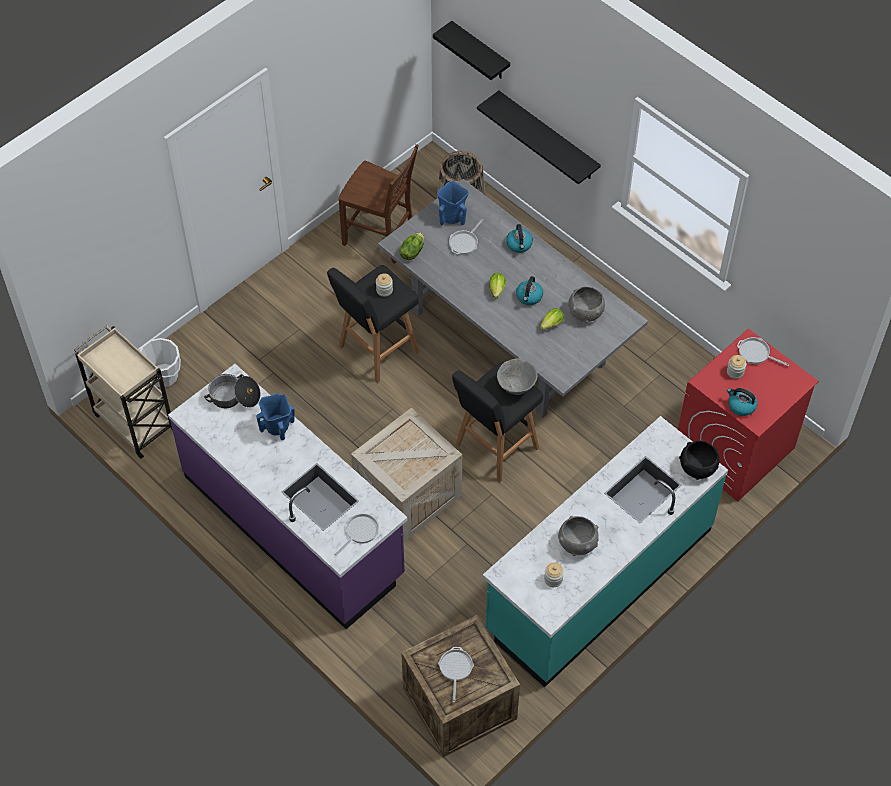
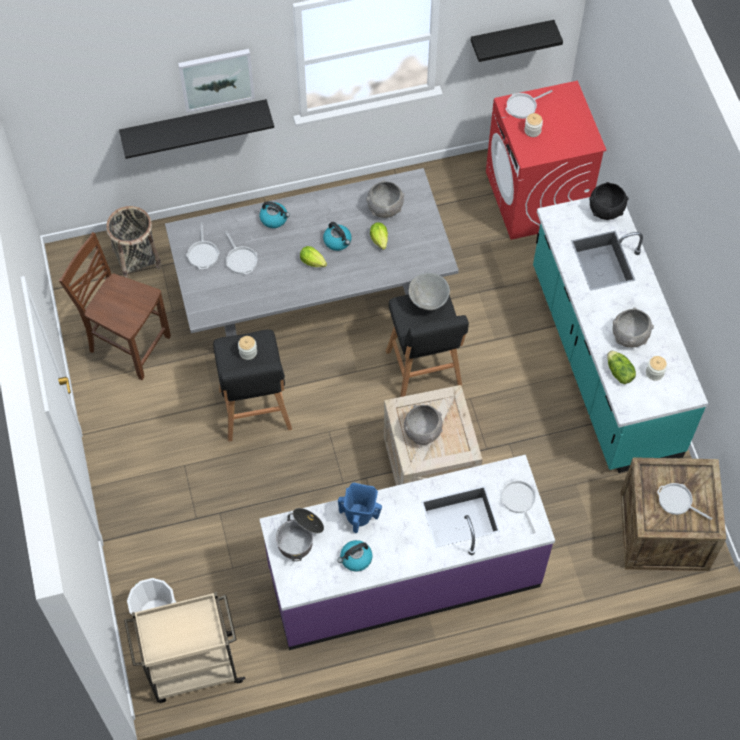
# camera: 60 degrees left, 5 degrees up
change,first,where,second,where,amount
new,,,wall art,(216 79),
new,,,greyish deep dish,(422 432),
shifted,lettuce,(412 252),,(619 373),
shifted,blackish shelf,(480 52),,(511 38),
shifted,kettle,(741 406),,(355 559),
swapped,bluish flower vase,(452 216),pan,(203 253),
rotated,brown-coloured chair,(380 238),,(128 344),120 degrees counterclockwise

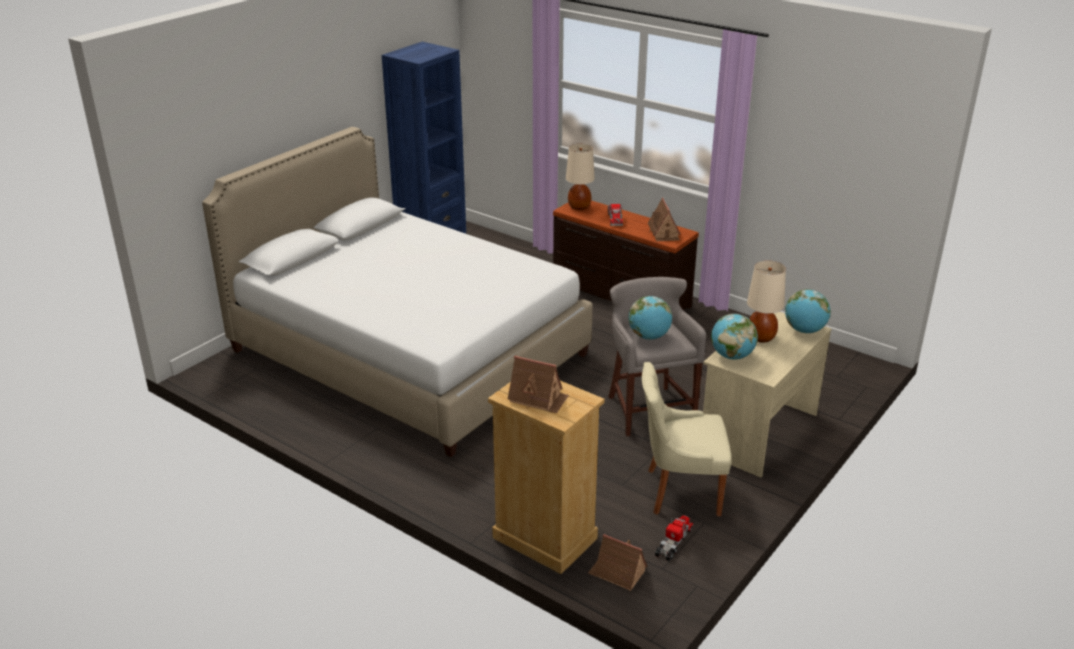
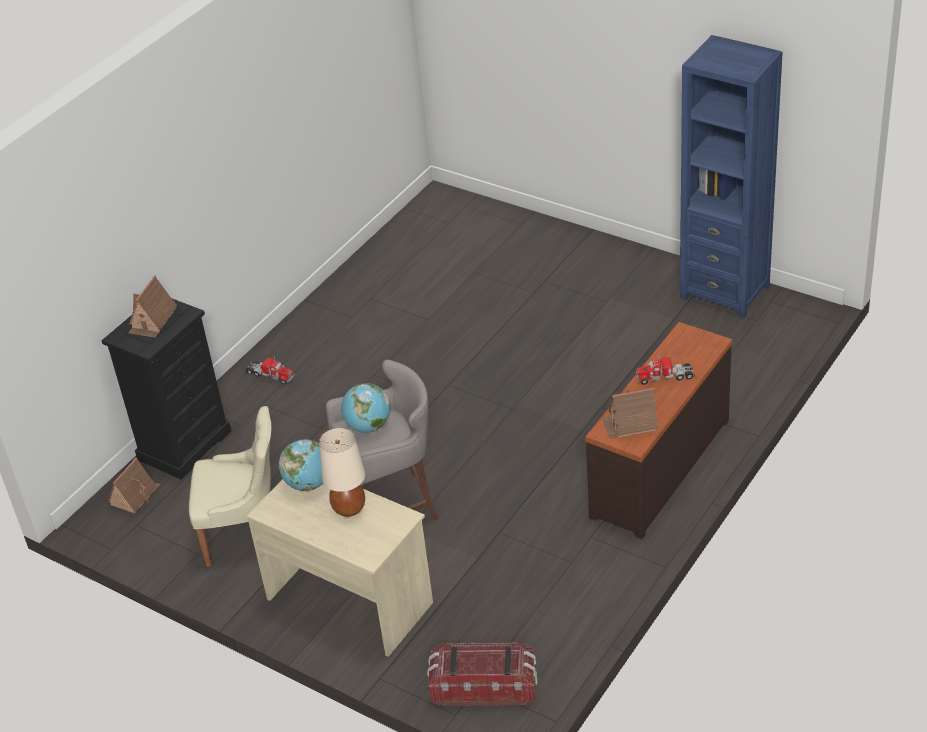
# camera: 90 degrees right, 10 degrees up
change,first,where,second,where,amount
gone,white-coloured bed,(408 352),,,
gone,beige lamp for a table,(579 207),,,
gone,globe,(804 330),,,
new,,,storage box,(484 687),
shifted,toy truck,(674 542),,(270 375),
repainted,beige drawer chest,(544 538),blackish drawer chest,(184 445),
rotated,beige chair,(679 491),,(246 534),90 degrees clockwise

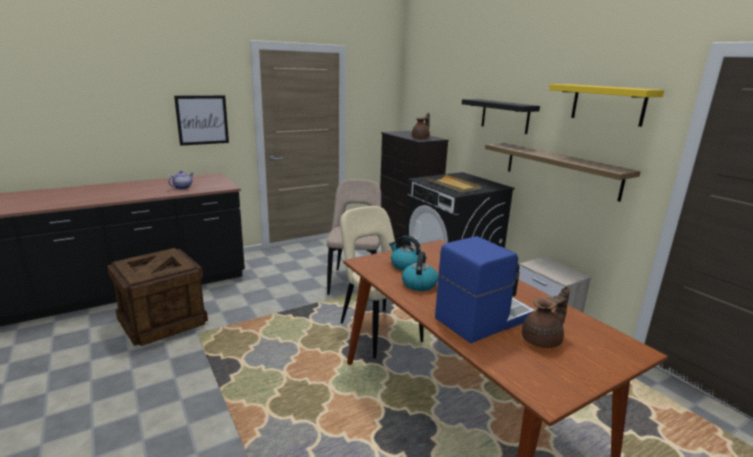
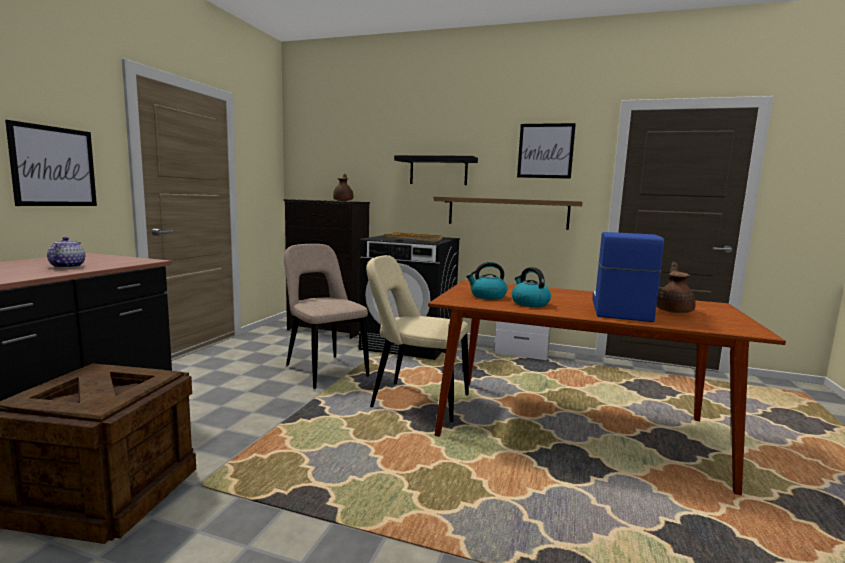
# camera: 40 degrees left, 10 degrees down
change,first,where,second,where,amount
swapped,yellow-coloured shelf,(607 104),wall art,(545 151),

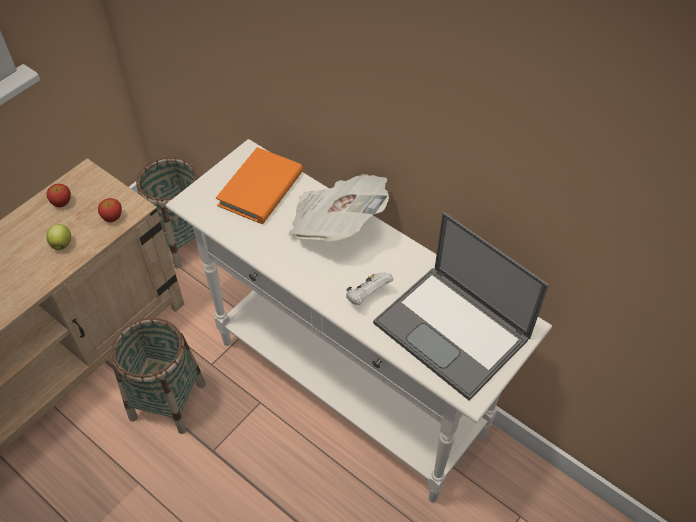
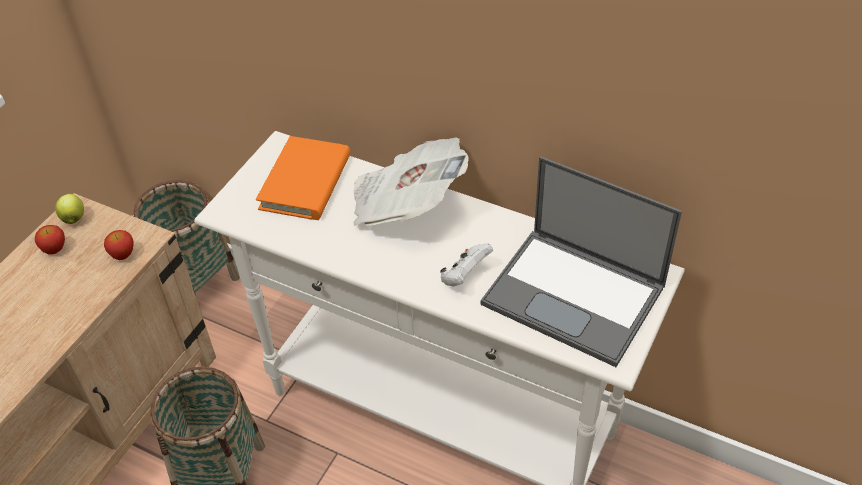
# camera: 10 degrees left, 5 degrees down
change,first,where,second,where,amount
shifted,whole apple,(62 244),,(73 218),

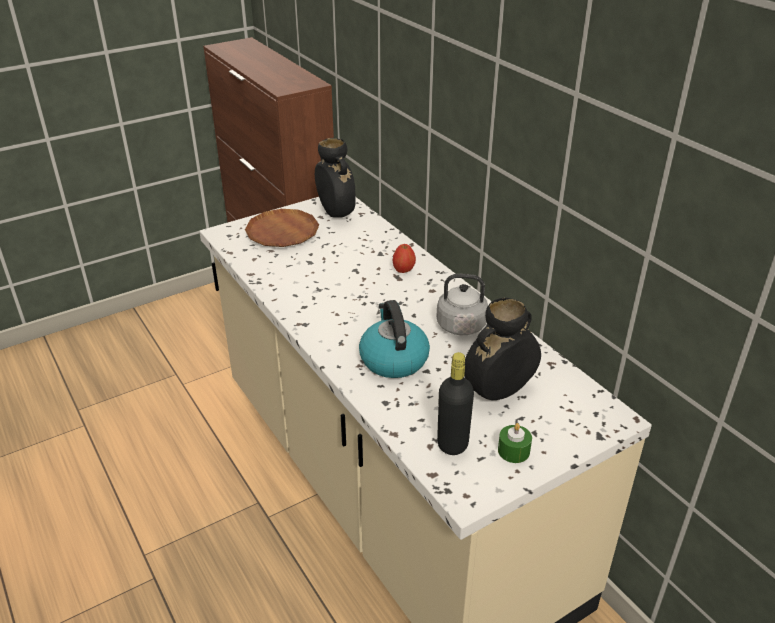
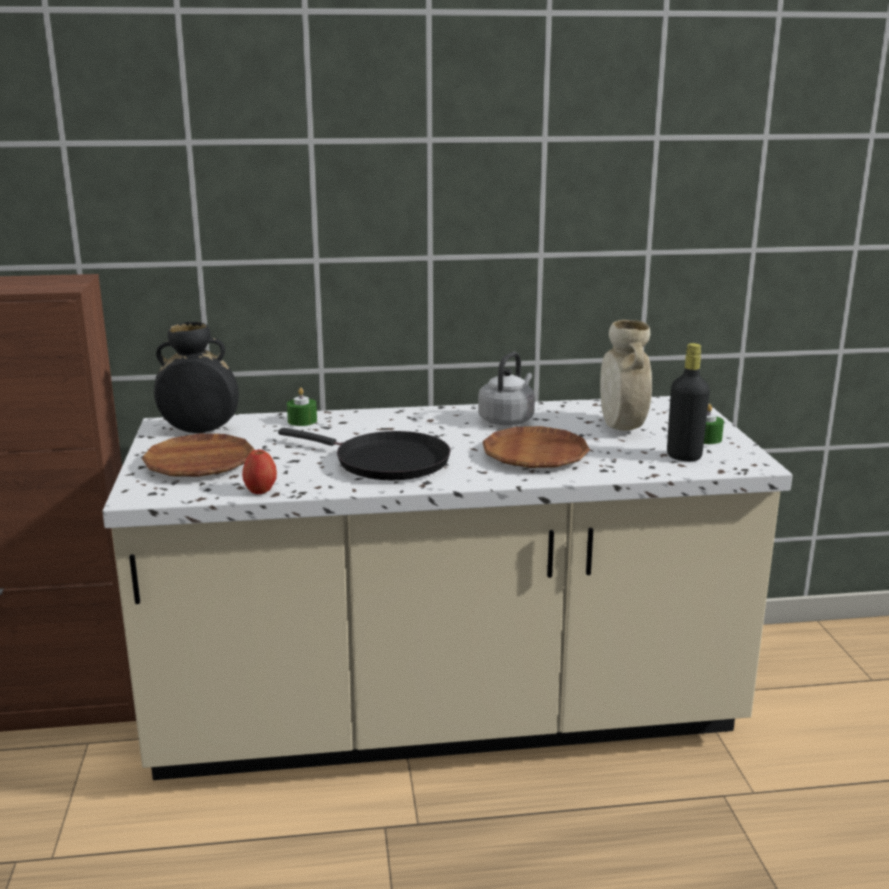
# camera: 65 degrees left, 15 degrees down
change,first,where,second,where,amount
new,,,blackish pan,(385 462),
new,,,green-coloured wax light,(302 421),
shifted,whole apple,(403 270),,(261 491),
swapped,kettle,(393 359),brown-coloured dinner plate,(535 455),
repainted,blackish flower vase,(499 391),beige flower vase,(621 427),

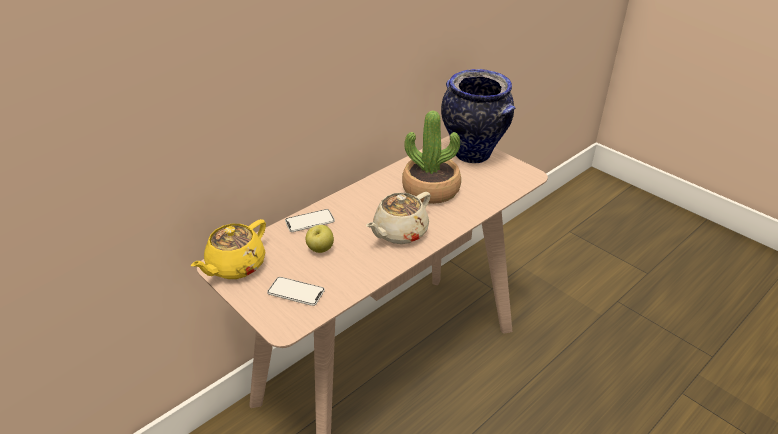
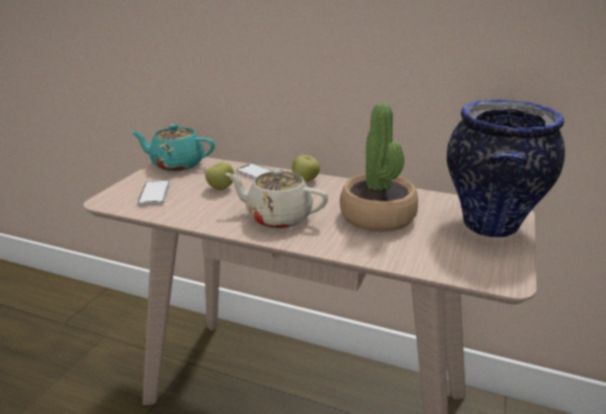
# camera: 65 degrees right, 10 degrees down
change,first,where,second,where,amount
new,,,whole apple,(306 180),
repainted,yellow-coloured pot for tea,(235 266),turquoise-coloured pot for tea,(177 164),

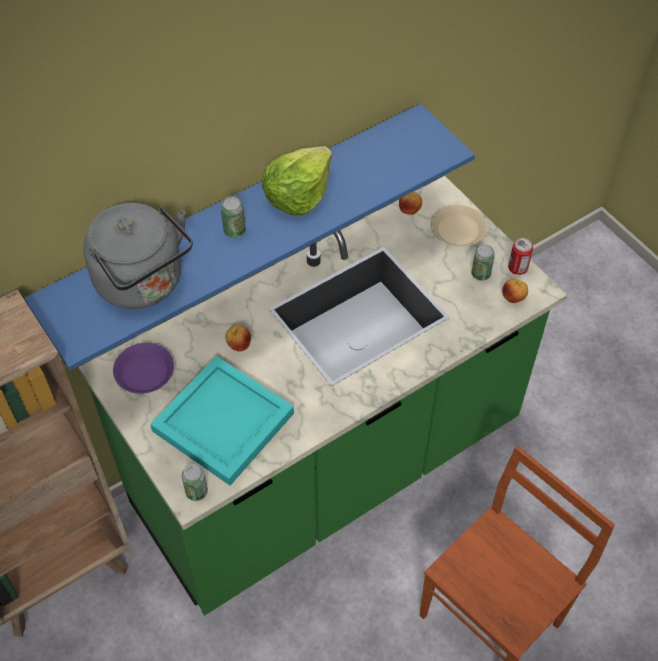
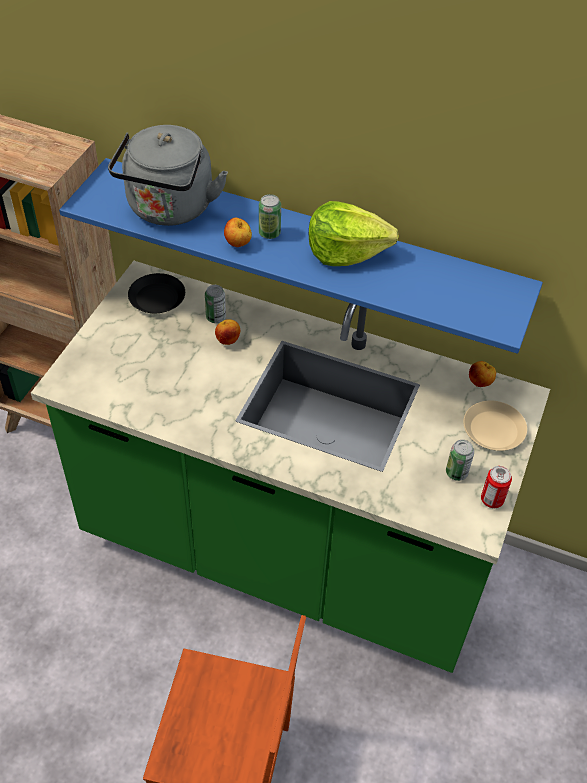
# camera: 55 degrees right, 5 degrees down
change,first,where,second,where,amount
gone,turquoise-coloured tray,(223 424),,,
shifted,metal can,(196 492),,(216 317),
shifted,whole apple,(513 298),,(238 244),
repainted,purplish dinner plate,(144 372),blackish dinner plate,(157 298),

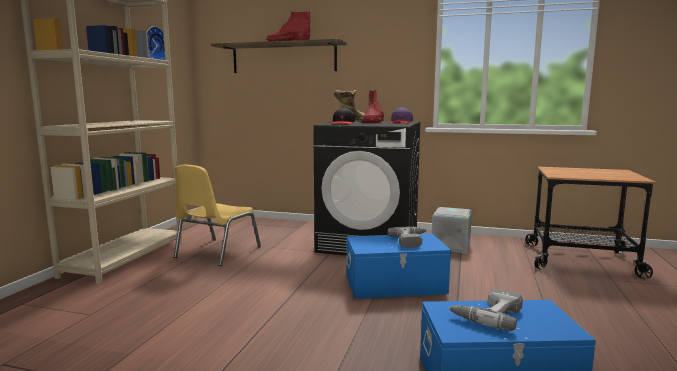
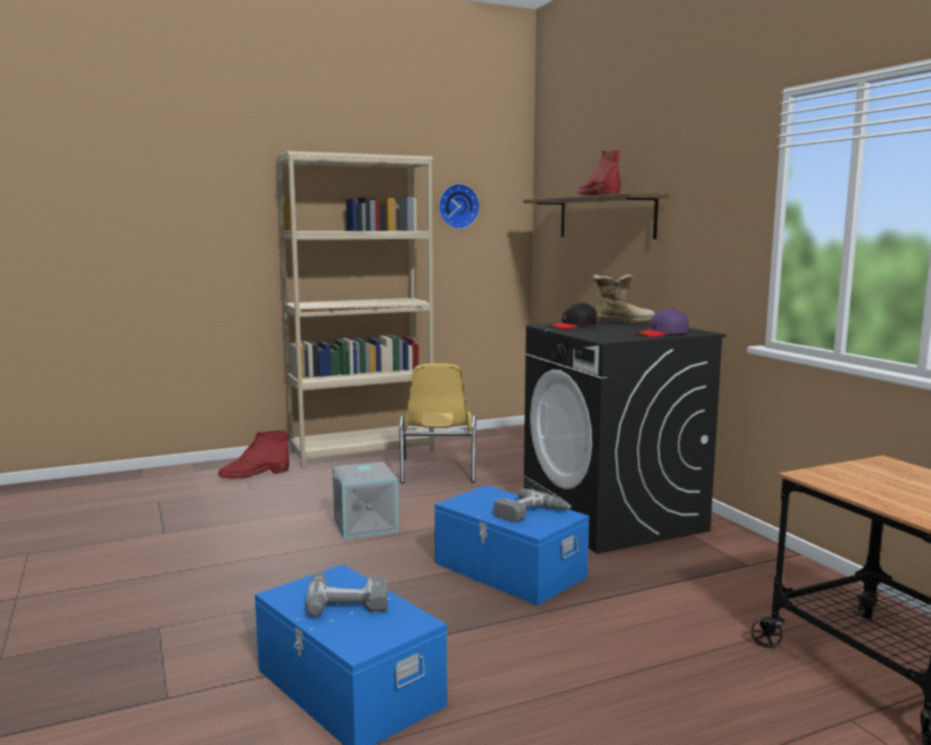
# camera: 50 degrees right, 0 degrees up
change,first,where,second,where,amount
shifted,reddish tall boot,(373 122),,(253 474),
shifted,greyish storage box,(450 245),,(365 524),
rotated,yellow-coloured chair,(216 252),,(437 471),75 degrees counterclockwise

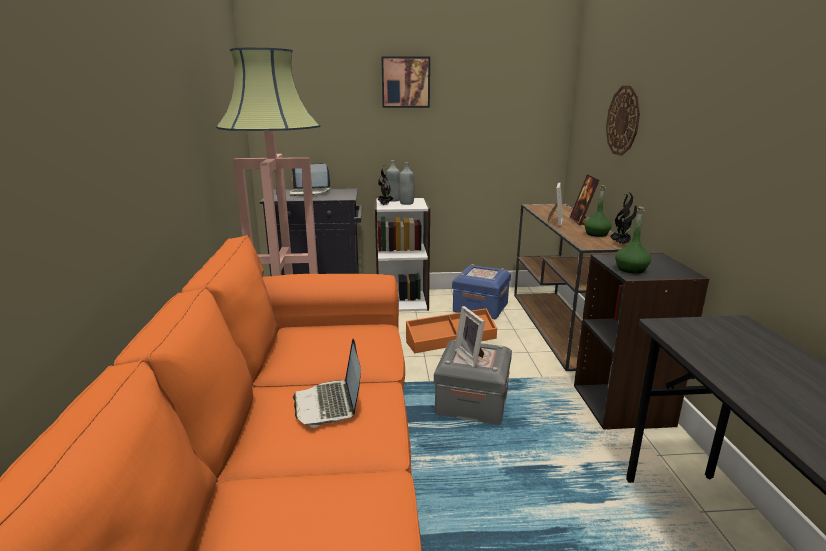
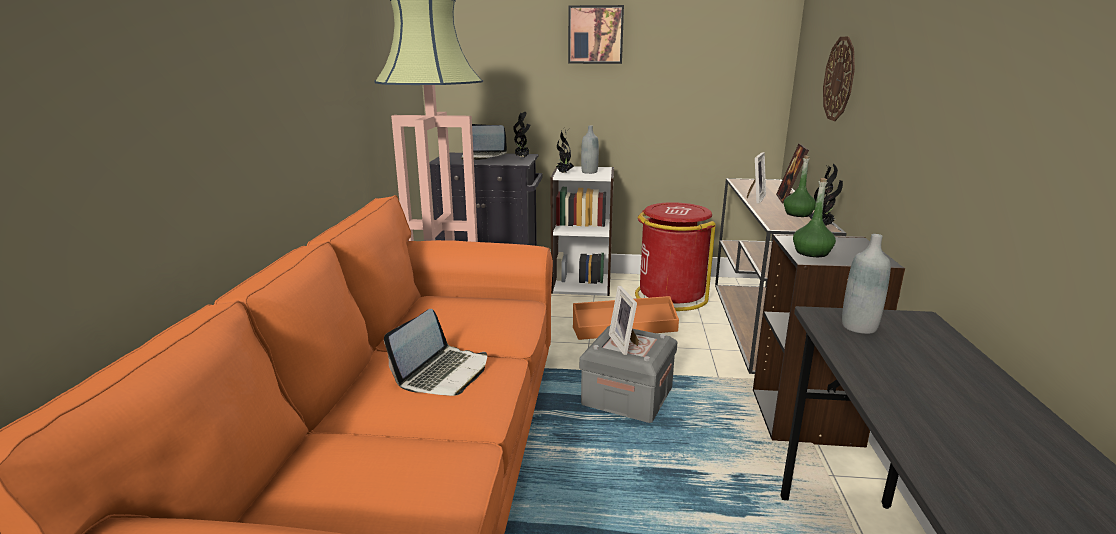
# camera: 10 degrees right, 0 degrees up
change,first,where,second,where,amount
new,,,houseplant,(522 157),
shifted,greyish drink bottle,(393 200),,(859 327),
swapped,bluish storage box,(480 307),reddish trash can,(670 296),
rotated,portable computer,(329 404),,(443 373),150 degrees counterclockwise

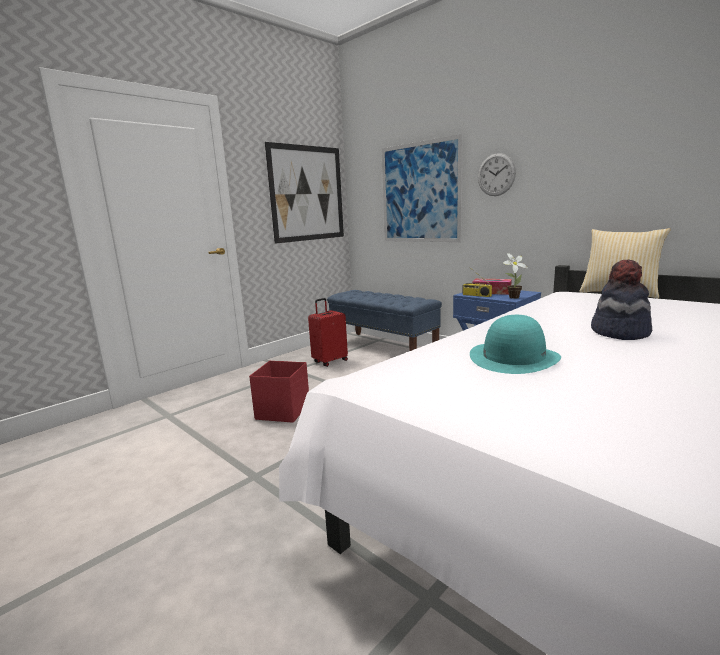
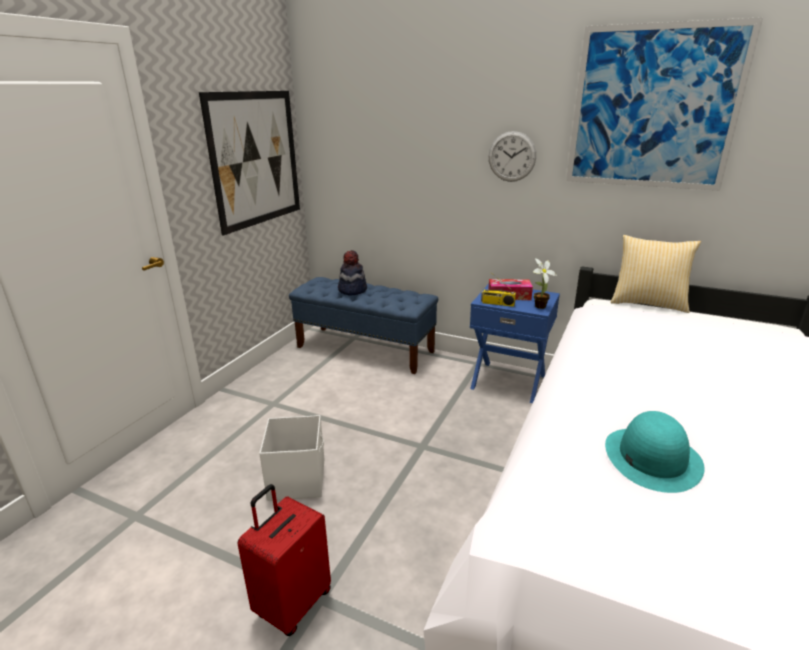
# camera: 20 degrees left, 10 degrees up
change,first,where,second,where,amount
shifted,reddish travel case,(329 361),,(292 603),
shifted,wall art,(420 193),,(653 108),
shifted,wearable hat,(619 333),,(352 290),
repainted,reddish storage box,(284 411),white-coloured storage box,(297 479),

